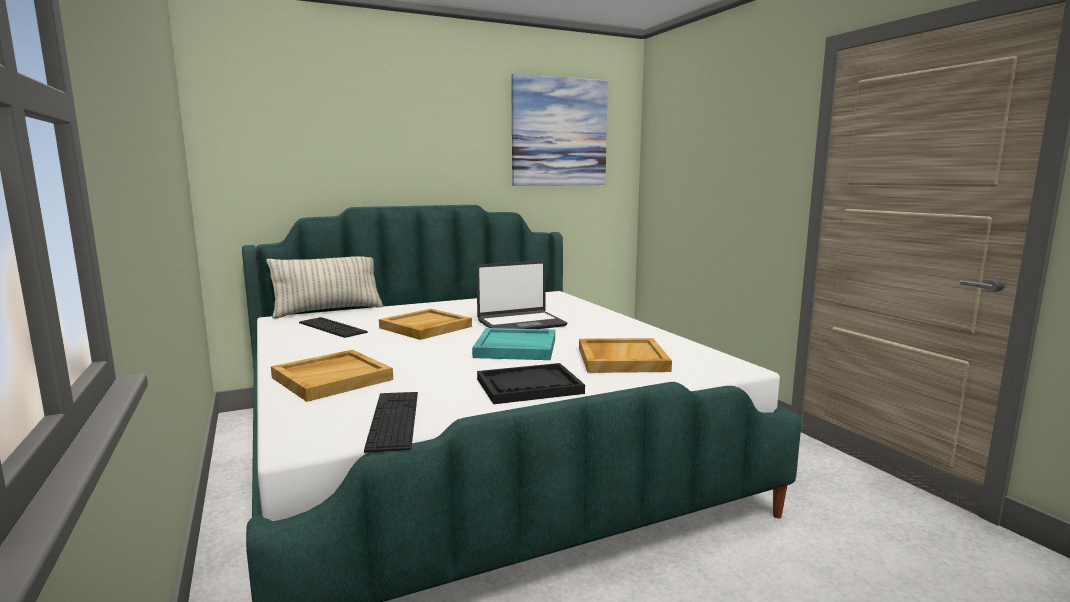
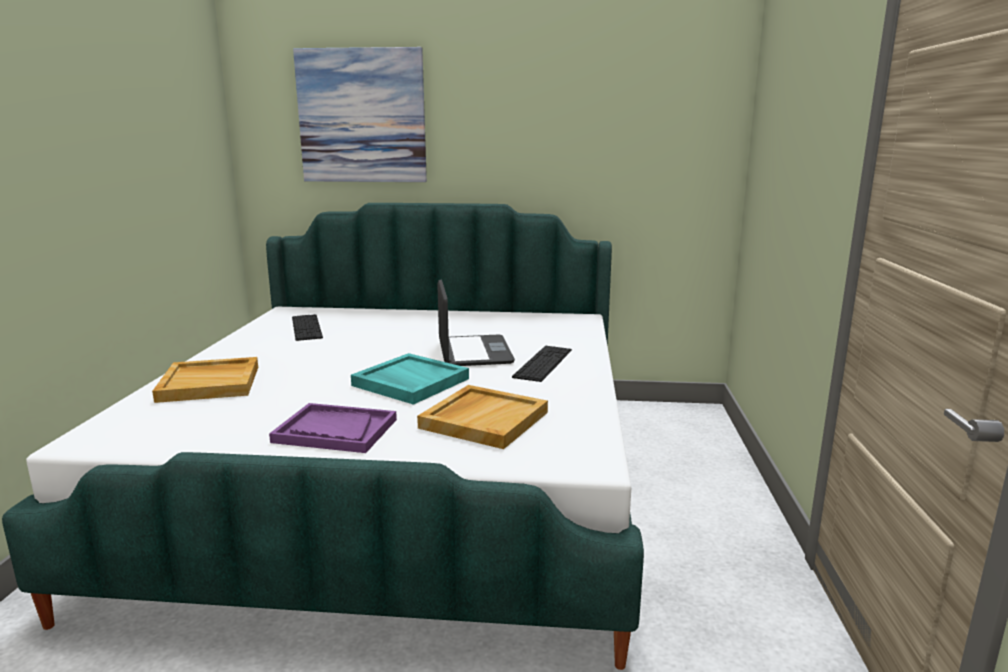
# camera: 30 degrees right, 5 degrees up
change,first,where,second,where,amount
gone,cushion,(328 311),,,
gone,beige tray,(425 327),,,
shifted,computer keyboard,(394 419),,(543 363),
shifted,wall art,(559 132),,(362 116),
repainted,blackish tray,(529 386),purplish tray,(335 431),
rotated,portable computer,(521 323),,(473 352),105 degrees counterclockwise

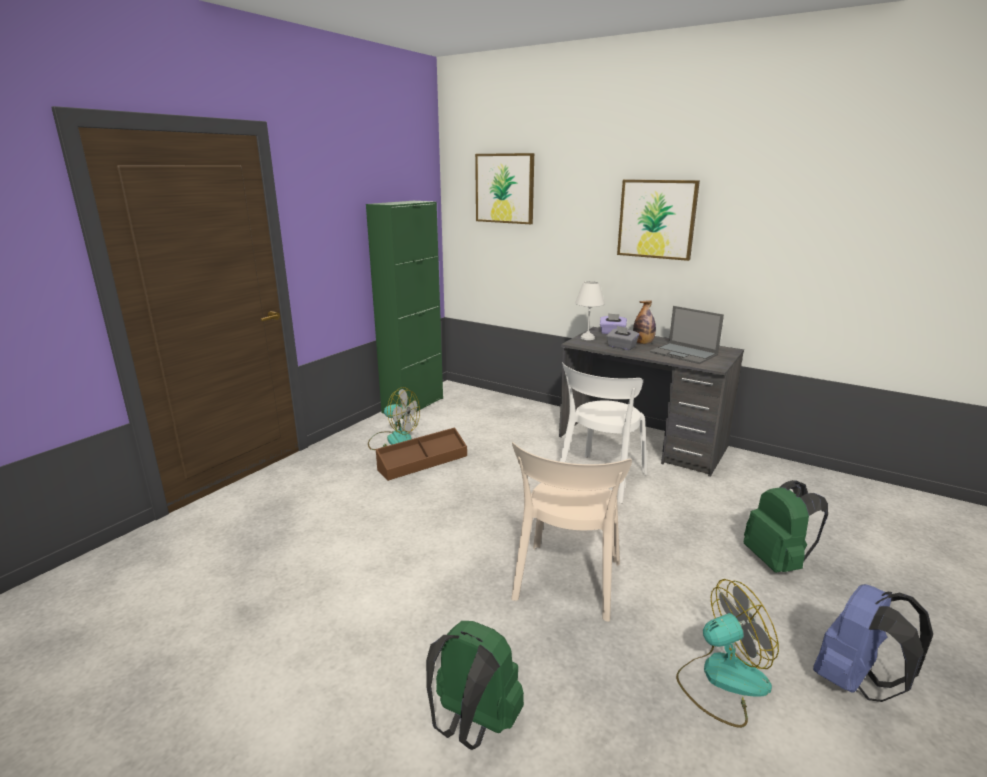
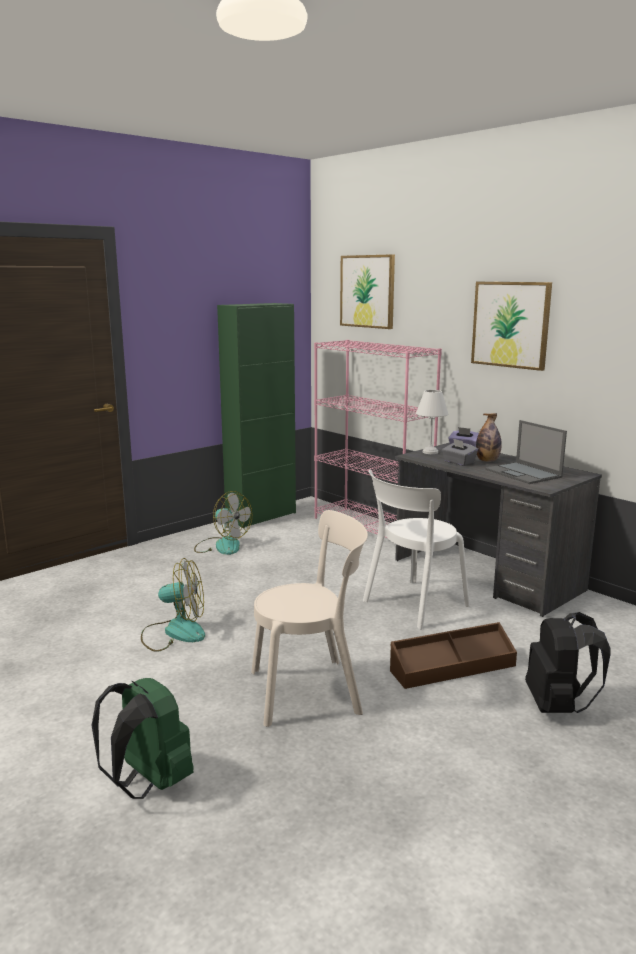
# camera: 15 degrees right, 5 degrees down
change,first,where,second,where,amount
gone,bluish rucksack,(854 682),,,
new,,,pink shelving unit,(372 527),
shifted,brown-coloured storage box,(422 462),,(452 667),
shifted,electric fan,(722 680),,(174 632),
repainted,green-coloured rucksack,(777 562),blackish rucksack,(558 706),
rotated,beige chair,(566 584),,(311 691),135 degrees counterclockwise

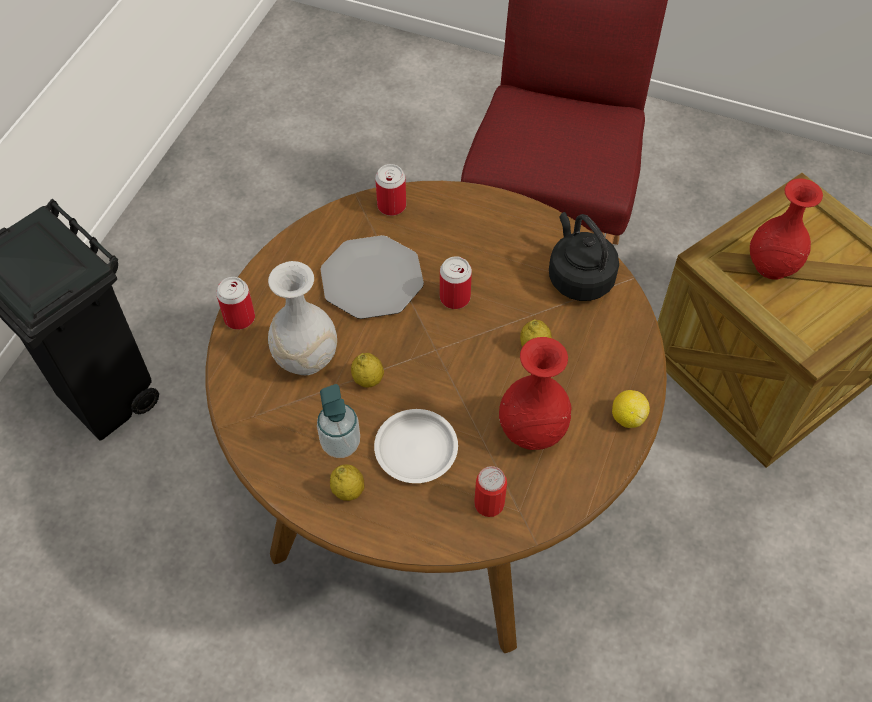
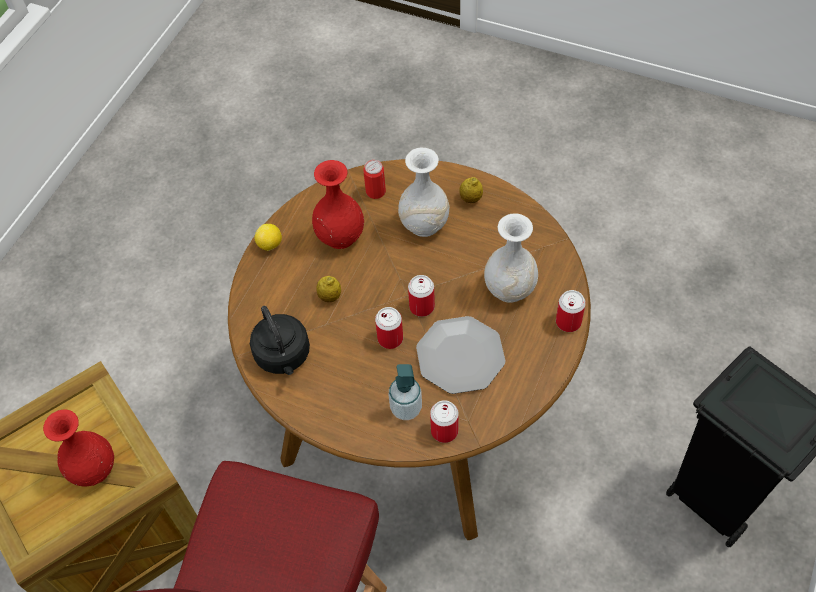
# camera: 175 degrees left, 0 degrees up
change,first,where,second,where,amount
gone,whole lemon,(368 380),,,
new,,,metal can,(422 307),
shifted,soap dispenser,(340 444),,(406 408),
swapped,white-coloured dinner plate,(416 448),white-coloured flower vase,(424 225),

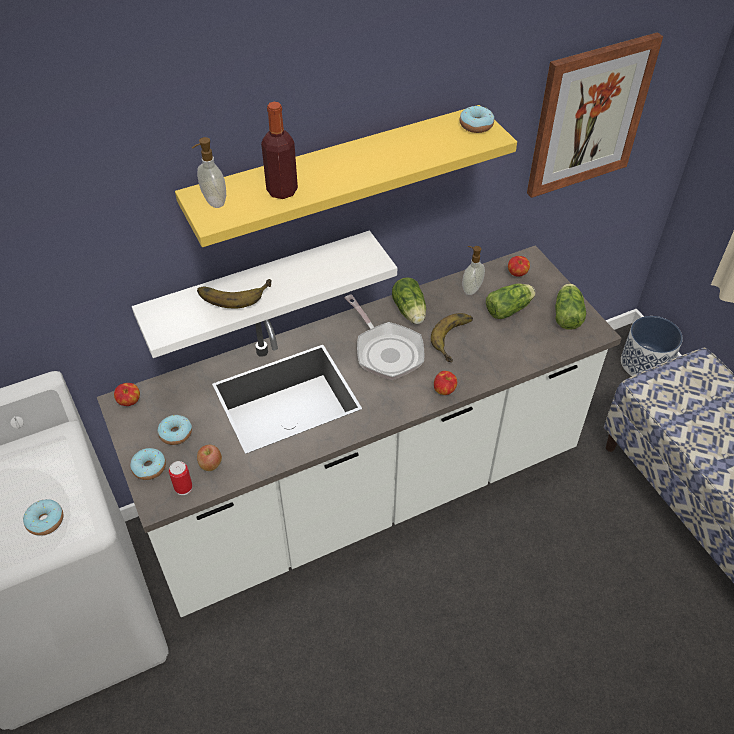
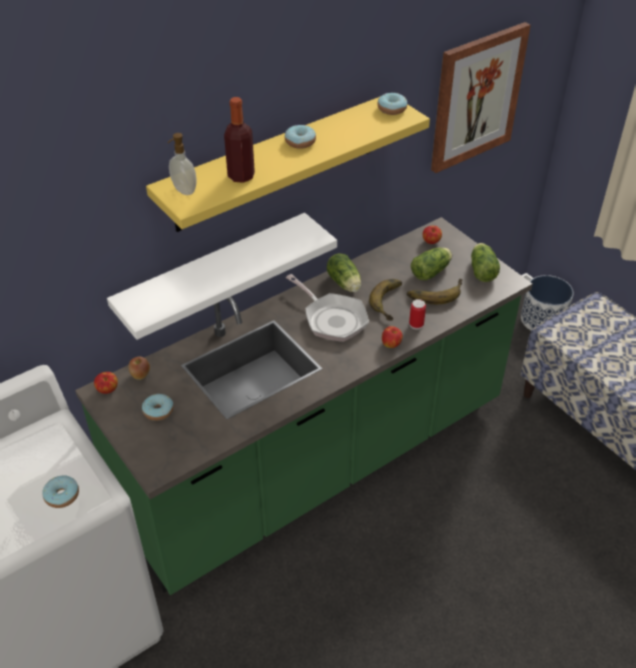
# camera: 10 degrees left, 5 degrees down
change,first,where,second,where,amount
gone,soap dispenser,(471 289),,,
shifted,ring doughnut,(149 468),,(300 142),
shifted,metal can,(183 487),,(416 324),
shifted,banana fruit,(233 292),,(434 292),
shifted,whole apple,(210 465),,(140 375),
repainted,white-coloured kitchen base unit,(367 493),green-coloured kitchen base unit,(318 463),

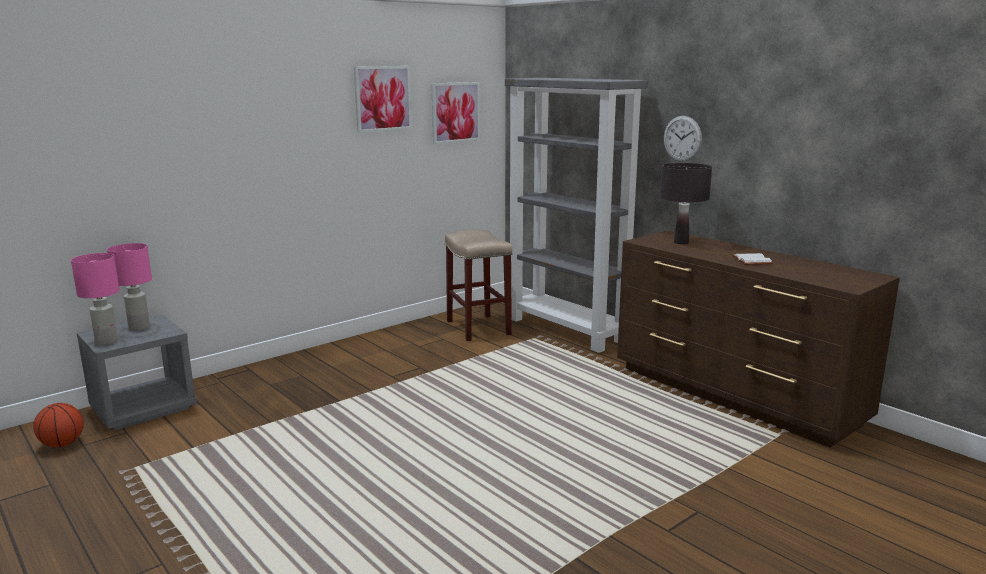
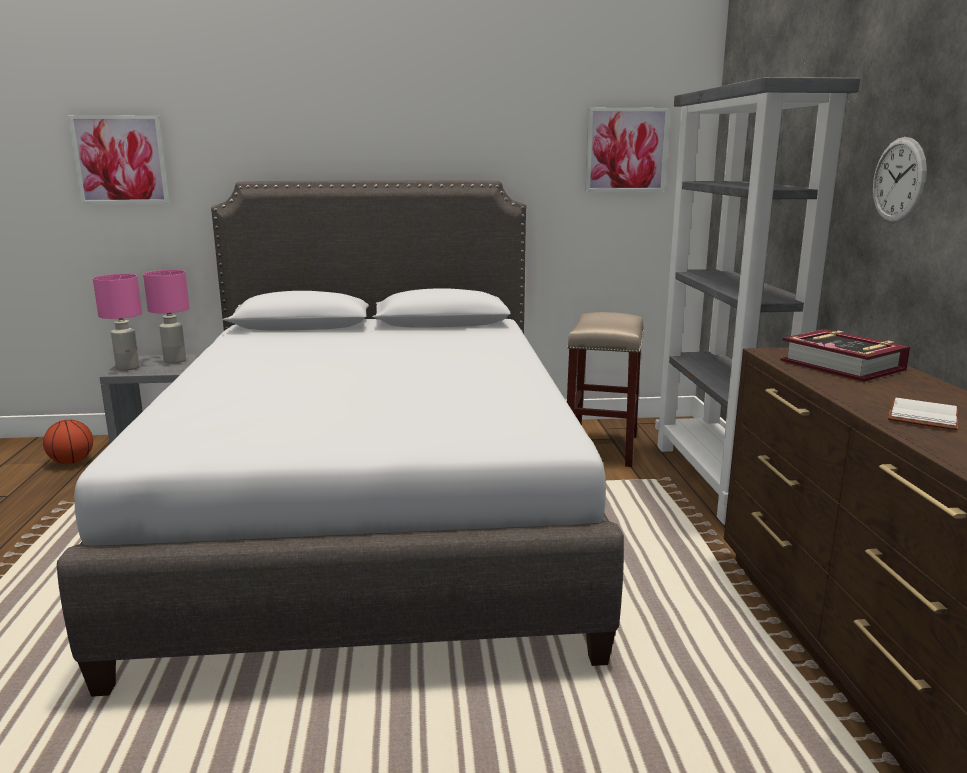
# camera: 35 degrees right, 0 degrees up
change,first,where,second,where,amount
new,,,greyish bed,(371 515),
shifted,wall art,(383 98),,(120 160),
swapped,blackish lamp for a table,(681 242),volume,(842 365),

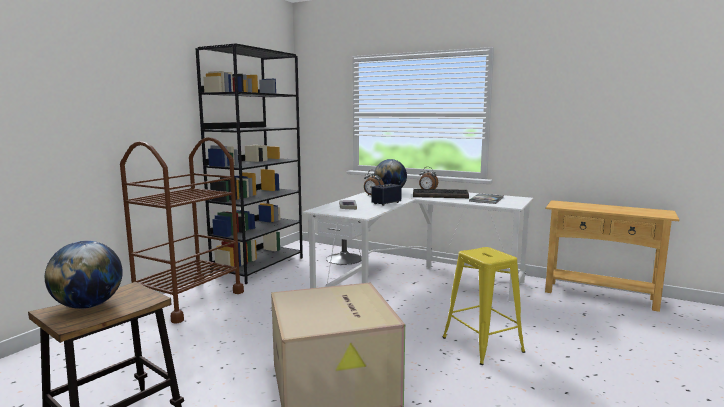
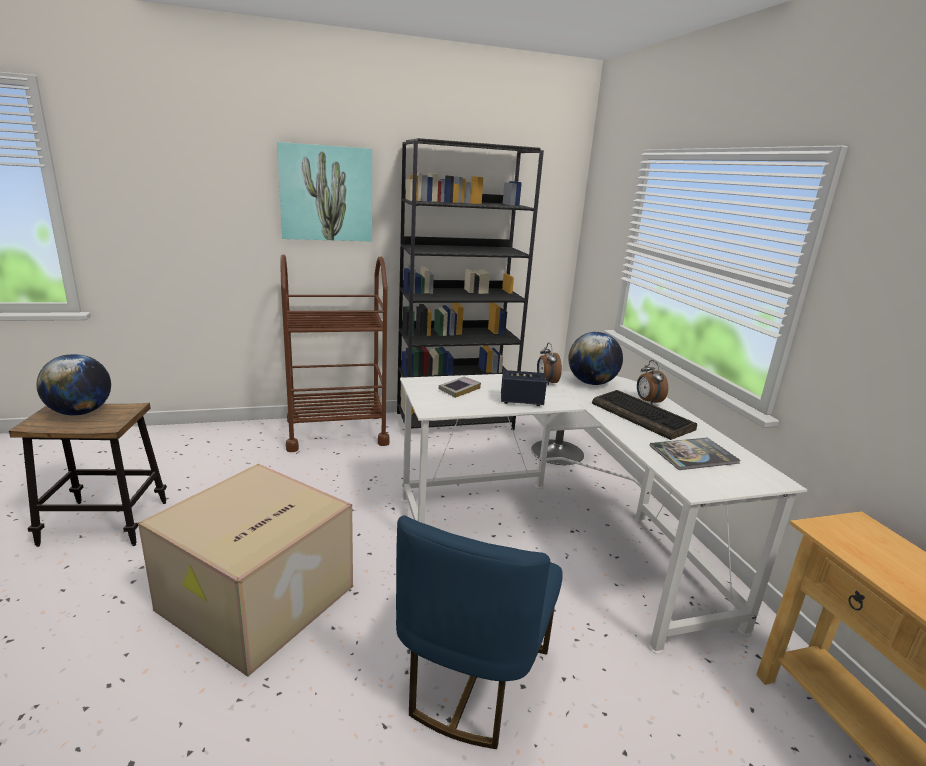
# camera: 45 degrees right, 10 degrees up
change,first,where,second,where,amount
new,,,wall art,(326 193),
swapped,yellow-coloured stool,(482 344),bluish chair,(472 678),

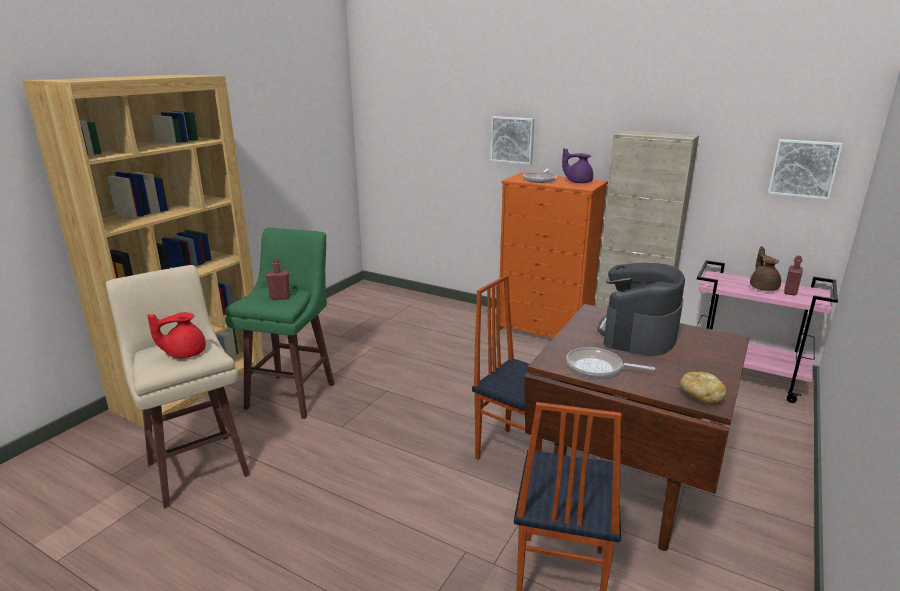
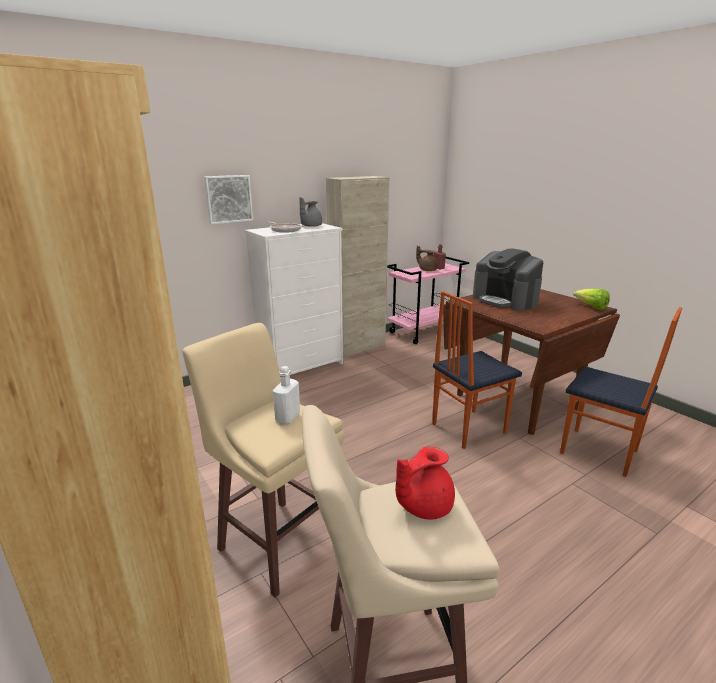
# camera: 65 degrees left, 0 degrees up
change,first,where,second,where,amount
gone,pan,(597 368),,,
gone,wall art,(804 168),,,
swapped,bakery bread,(700 396),lettuce,(591 307),
repainted,green-coloured stool,(293 395),beige stool,(277 542),
repainted,reddish drink bottle,(280 297),white-coloured drink bottle,(287 417),
repainted,orange drawer chest,(545 331),white-coloured drawer chest,(302 366),
repainted,purplish pot for tea,(578 182),greyish pot for tea,(310 226),
rotated,reddish pot for tea,(184 353),,(423 506),60 degrees clockwise

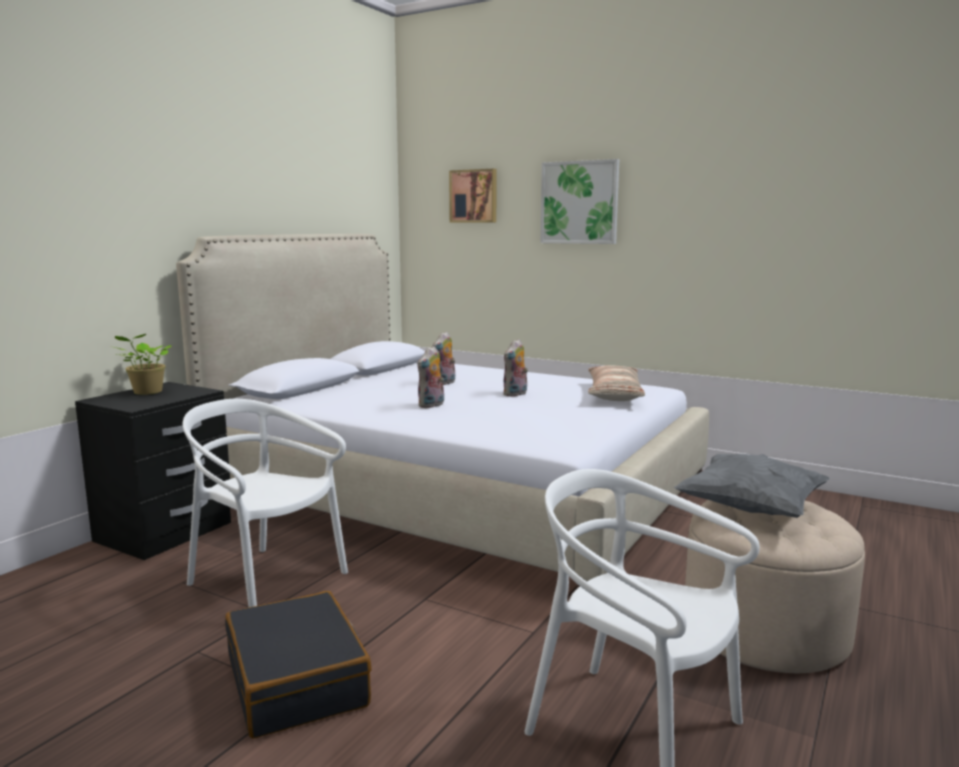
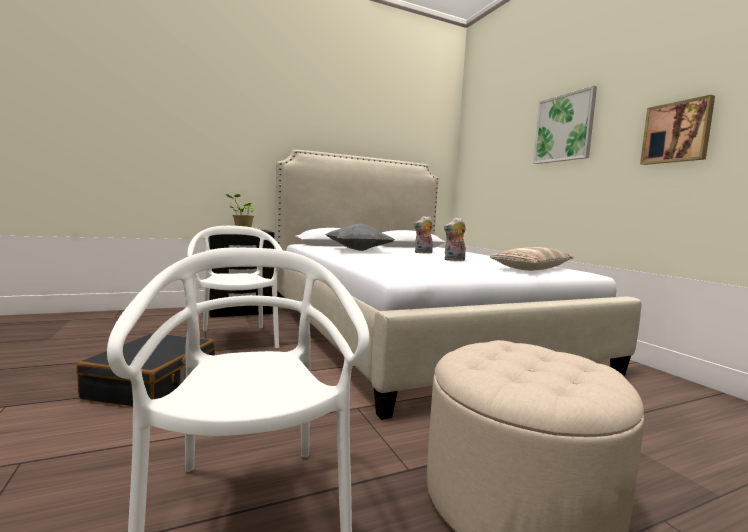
# camera: 35 degrees right, 5 degrees down
change,first,where,second,where,amount
gone,soft toy,(432 405),,,
shifted,wall art,(474 196),,(677 132),
shifted,greyish cushion,(750 510),,(357 250),

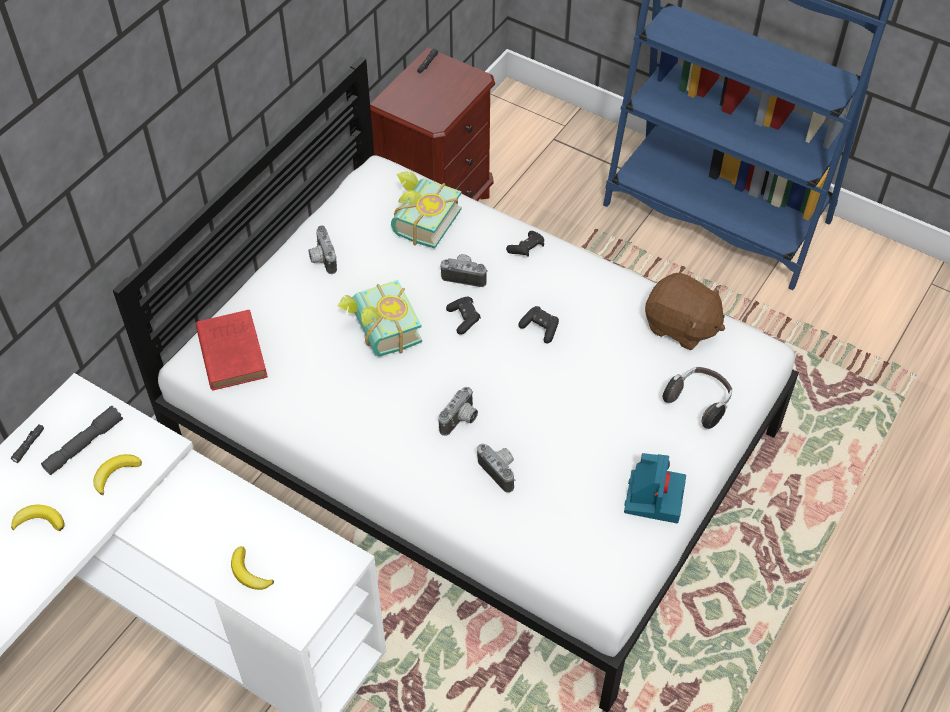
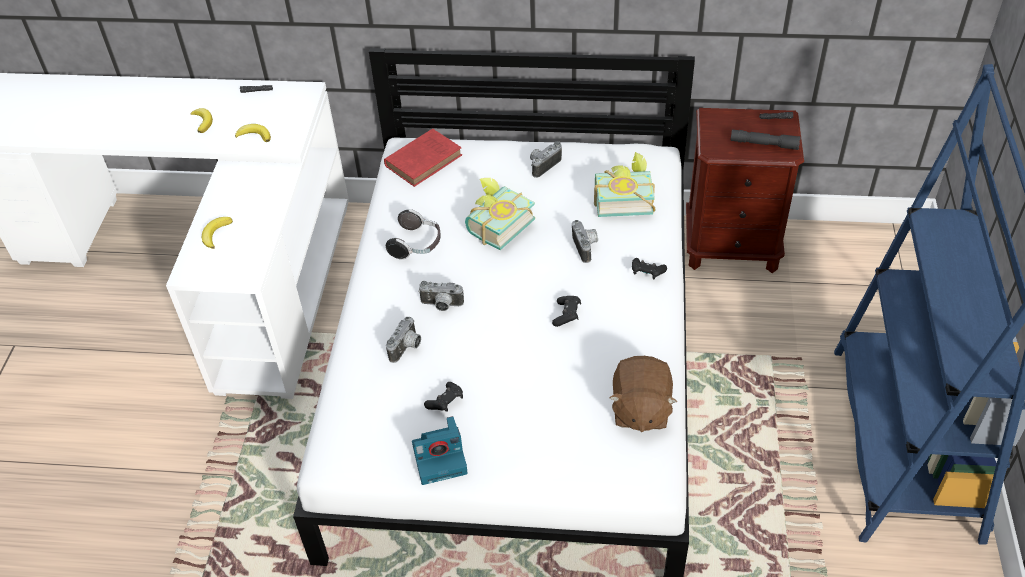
# camera: 65 degrees right, 5 degrees down
change,first,where,second,where,amount
shifted,greyish hand torch,(84 445),,(764 144),
shifted,blackish gamepad,(464 319),,(446 402),
shifted,headphones,(699 402),,(416 245),

